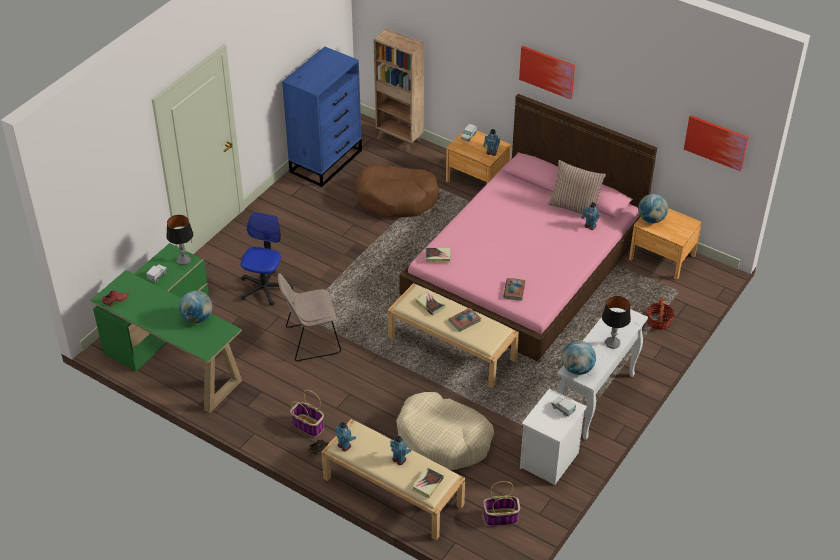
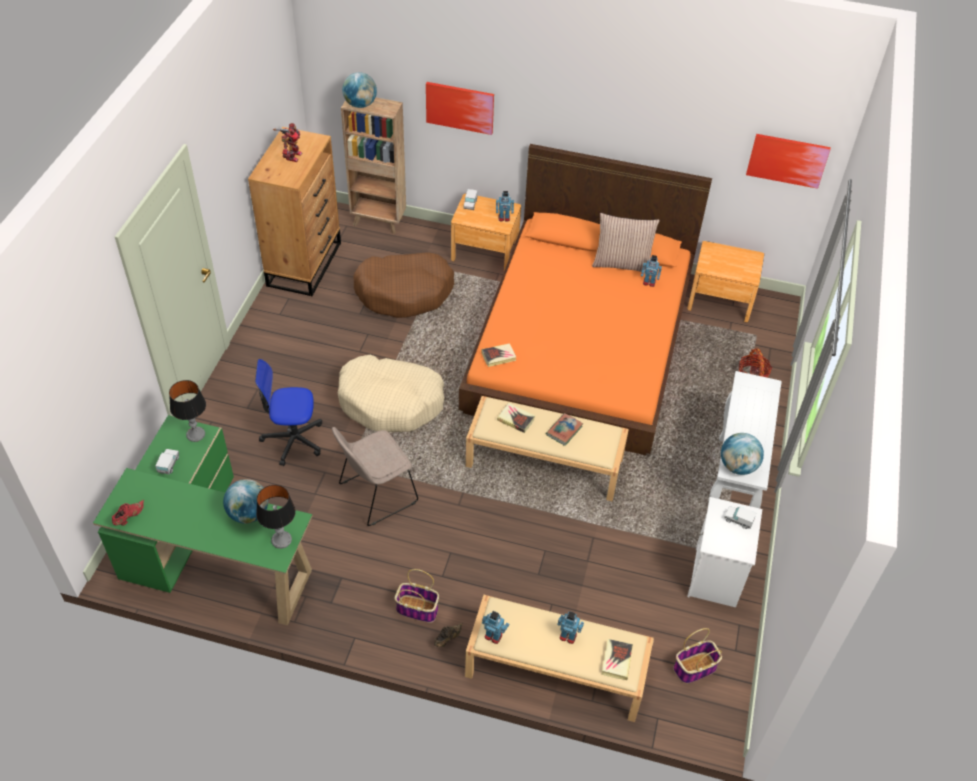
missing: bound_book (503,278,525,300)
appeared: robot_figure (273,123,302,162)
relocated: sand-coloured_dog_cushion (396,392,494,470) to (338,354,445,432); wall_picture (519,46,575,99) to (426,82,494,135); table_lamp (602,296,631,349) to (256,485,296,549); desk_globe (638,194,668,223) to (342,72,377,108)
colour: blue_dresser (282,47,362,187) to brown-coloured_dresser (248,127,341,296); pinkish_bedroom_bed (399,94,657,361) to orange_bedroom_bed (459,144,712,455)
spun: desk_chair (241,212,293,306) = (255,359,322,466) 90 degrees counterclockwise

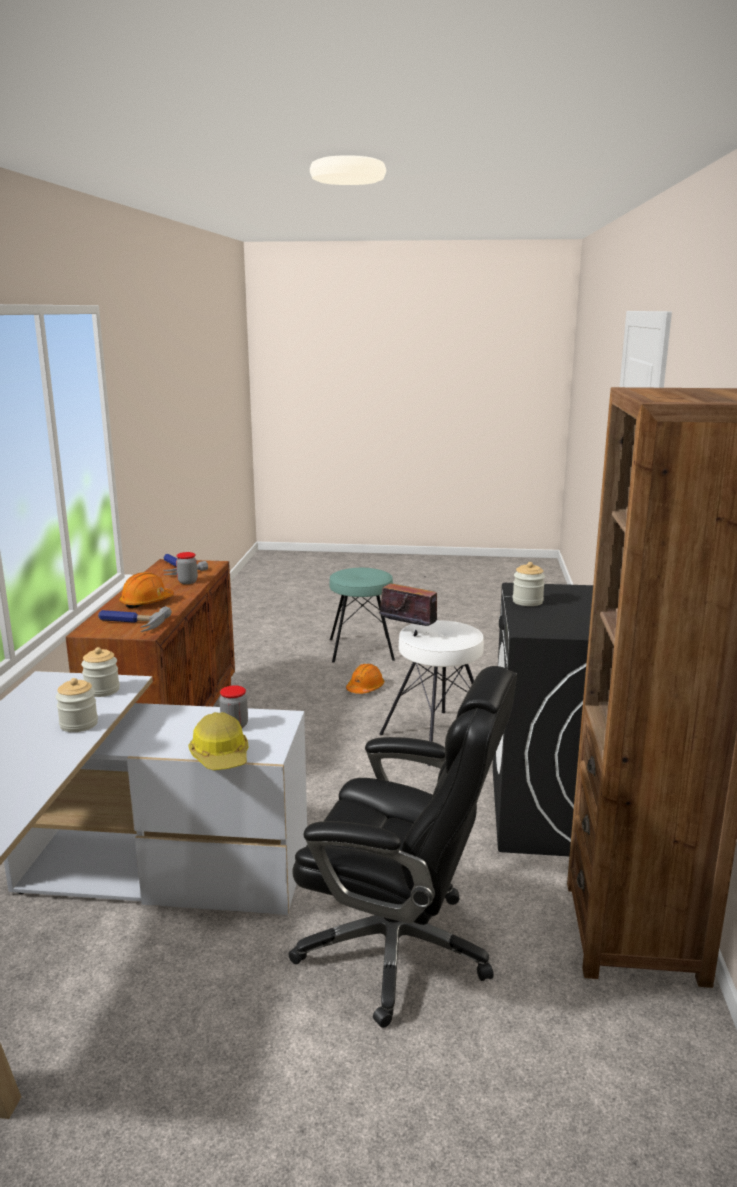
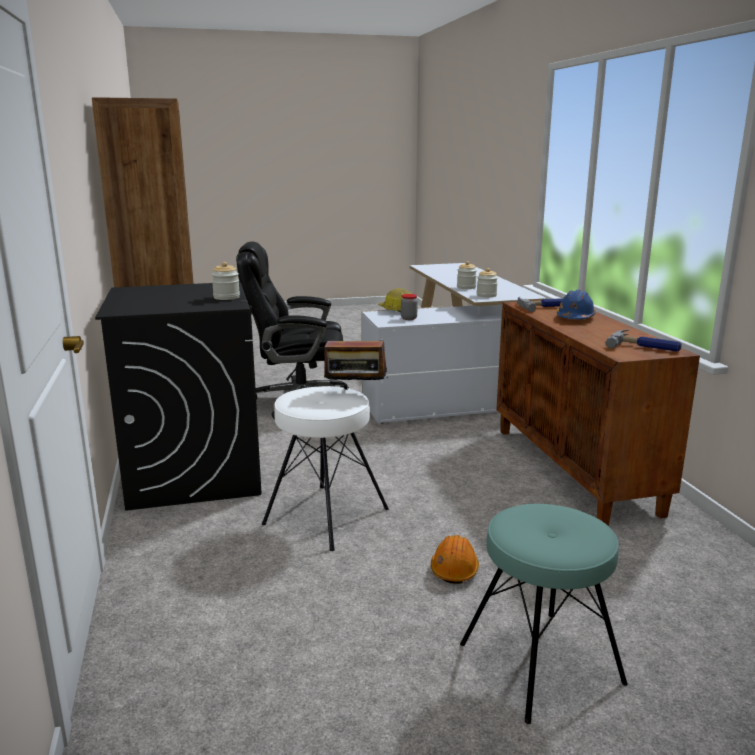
missing: jar (176,552,198,584)
colour: orange_work_helmet (119,572,174,608) to blue_work_helmet (556,290,596,319)

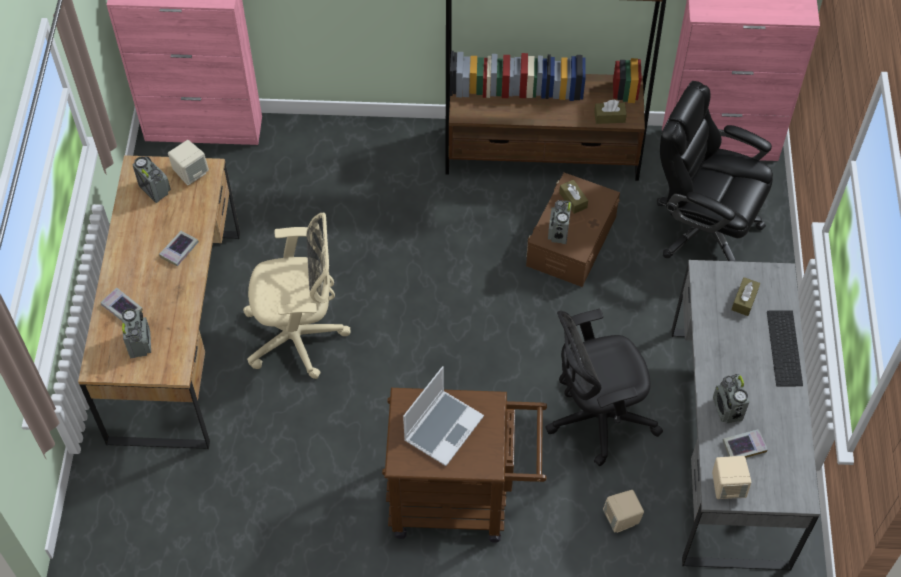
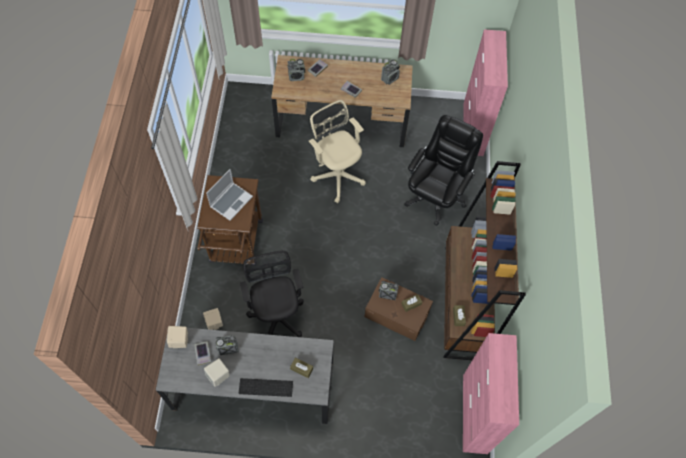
relocated: sand-coloured_speaker (168,140,209,185) to (204,358,230,387); black_desk_chair (657,81,773,261) to (404,115,483,226)
spun: sand-coloured_desk_chair (243,213,350,379) = (309,100,366,203) 150 degrees clockwise; notebook_computer (403,366,484,466) = (206,169,253,221) 90 degrees counterclockwise

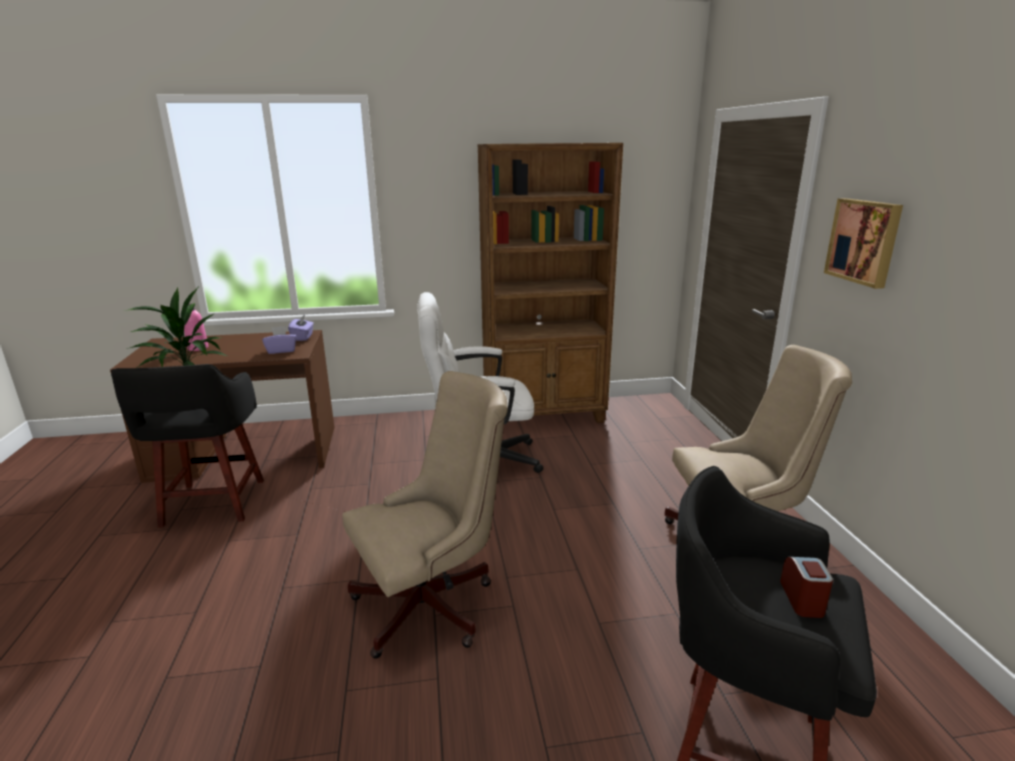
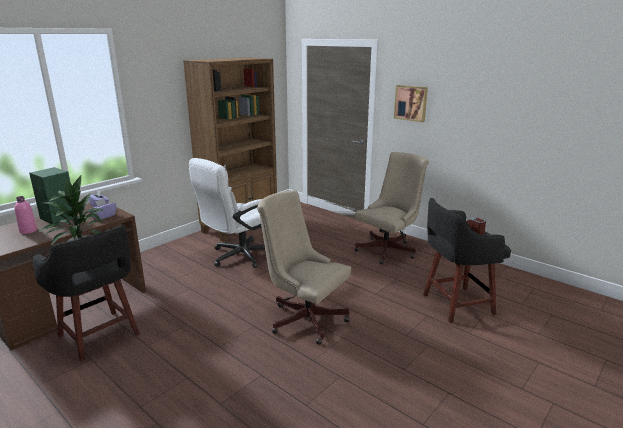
appeared: green-coloured_speaker (29,167,76,224)
spun: sand-coloured_desk_chair (342,371,508,659) = (257,190,351,345) 75 degrees counterclockwise

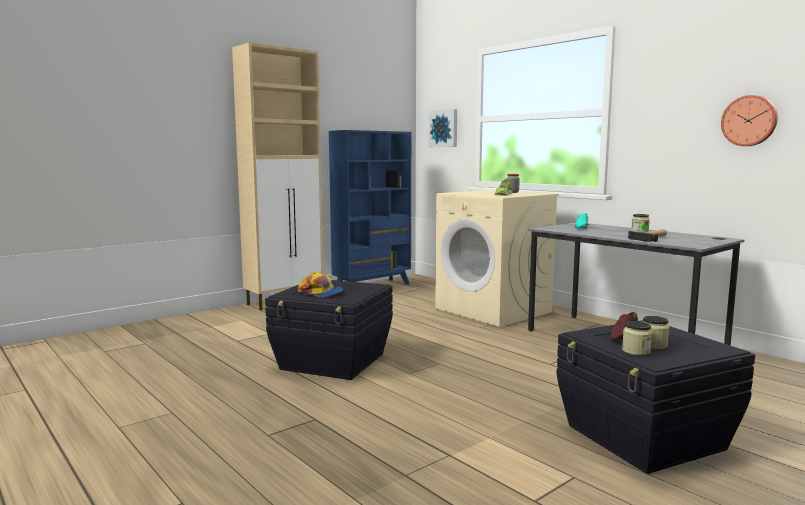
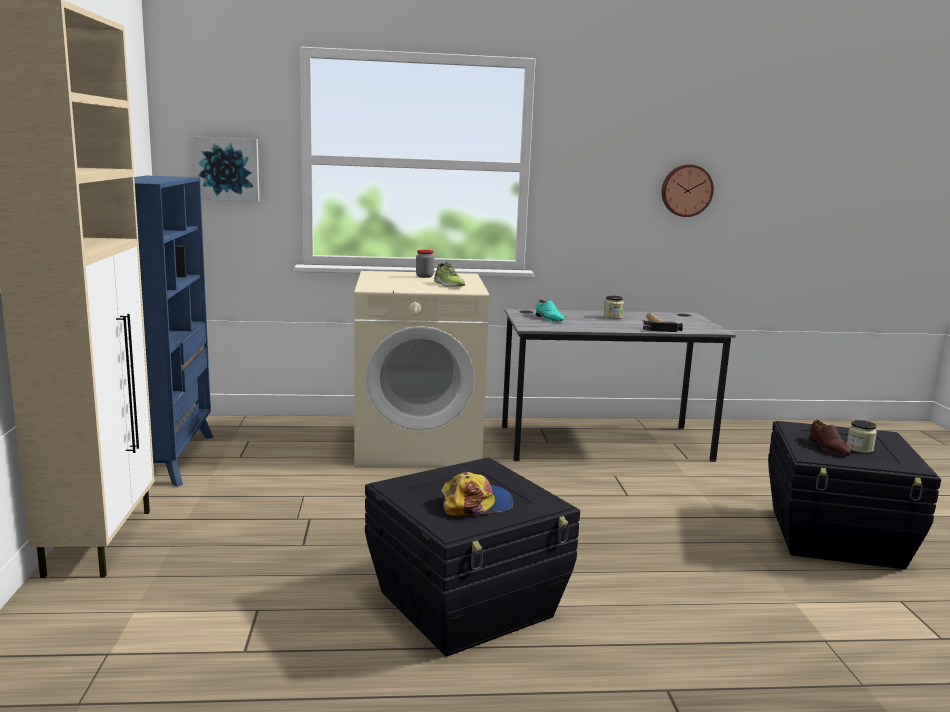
missing: jar (622,321,652,356)

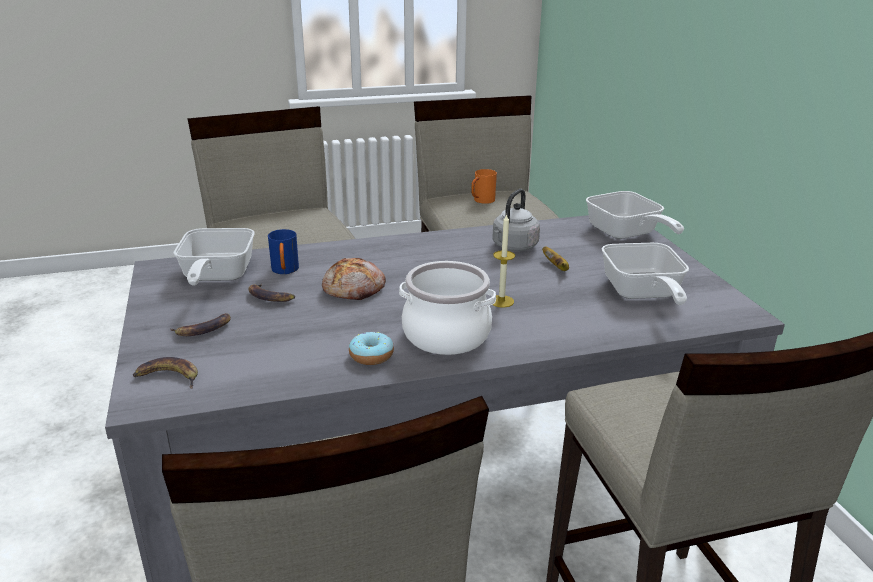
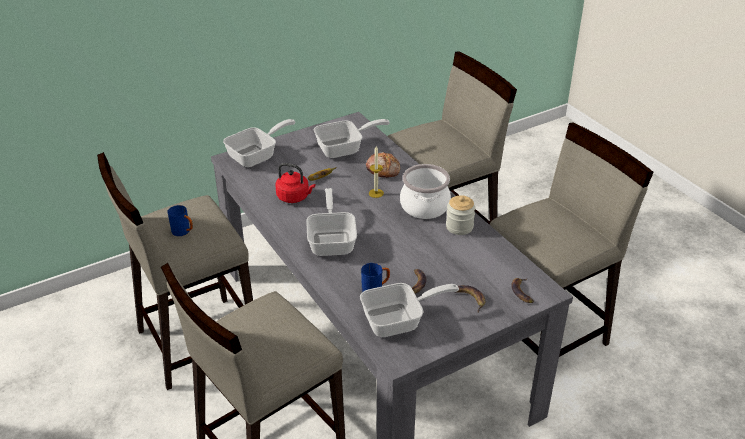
appeared: frying_pan (306,188,357,256)
relocated: bakery_bread (322,258,386,300) to (366,152,400,178)
exchanged: doughnut (349,332,394,365) to jar (446,195,475,235)
colour: orange_tea_mug (471,169,497,204) to blue_tea_mug (167,205,193,236); greyish_kettle (492,189,540,251) to red_kettle (275,163,315,203)

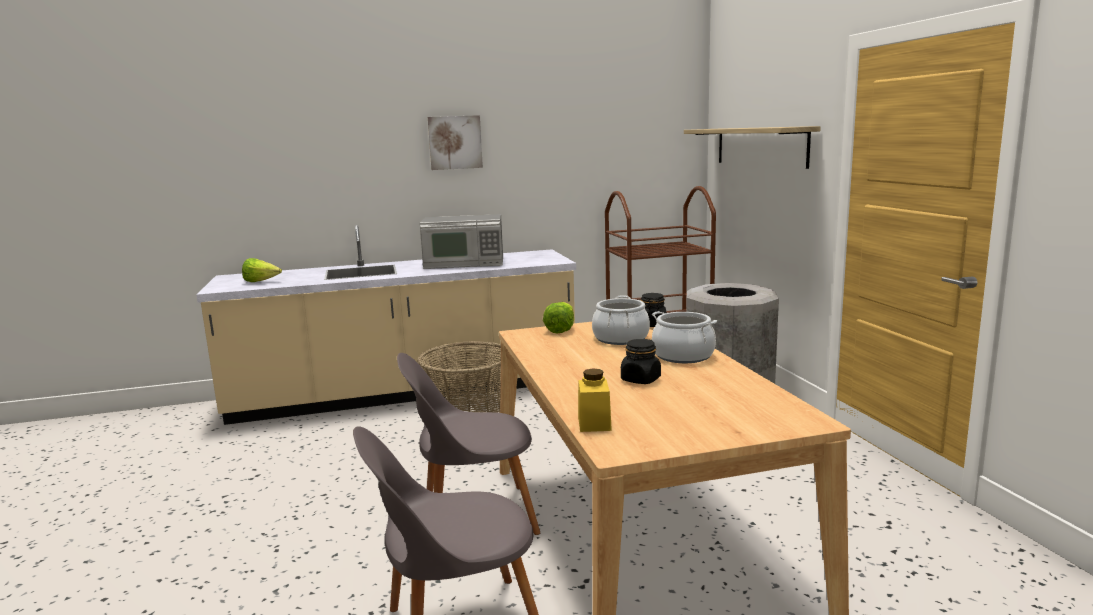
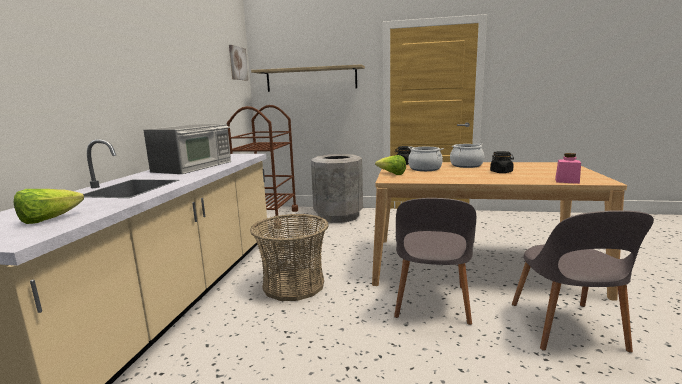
relocated: wall_picture (428,115,483,170) to (229,45,248,80)
colour: yellowish_jar (578,368,612,432) to pinkish_jar (555,153,581,184)

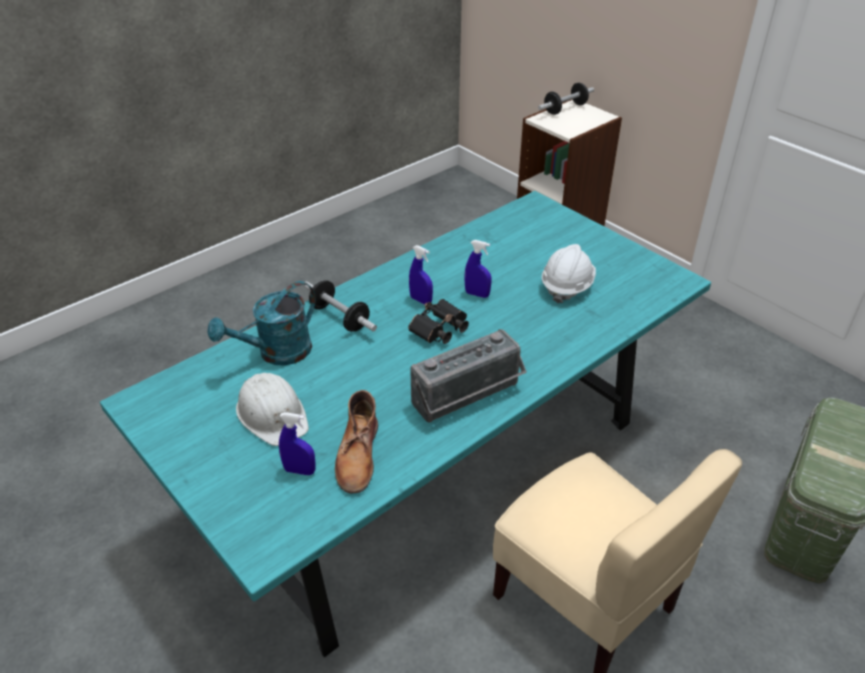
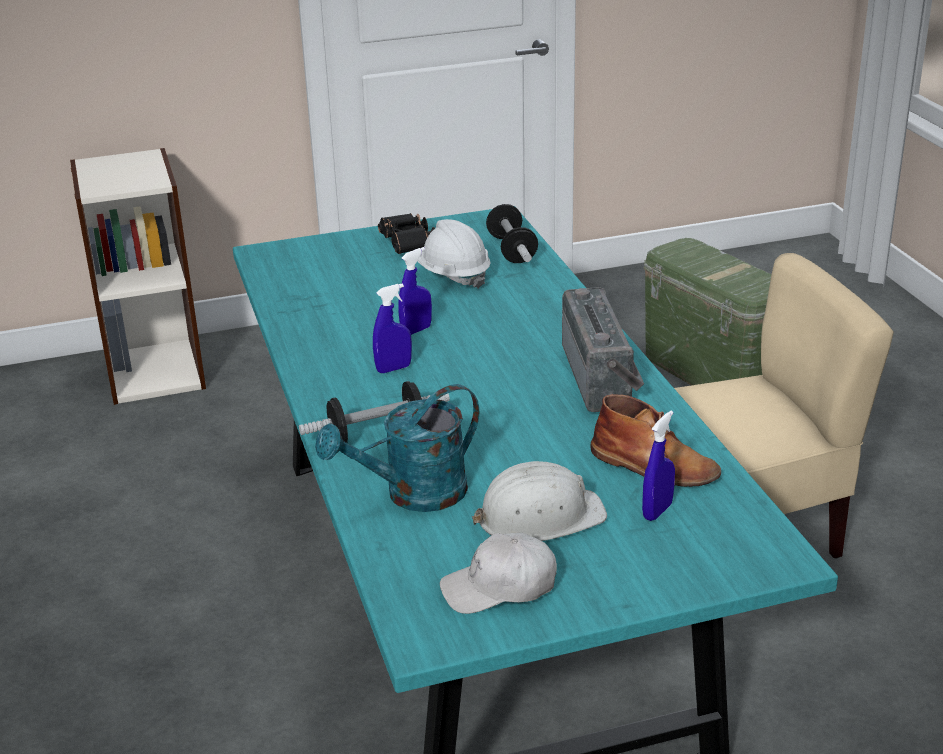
appeared: white_peaked_cap (440,533,557,614)
relocated: black_binoculars (408,299,469,344) to (378,213,435,254); free_weight (538,83,594,115) to (486,204,538,263)
spun: blue-green_watering_can (208,281,316,366) = (315,384,479,512) 75 degrees clockwise

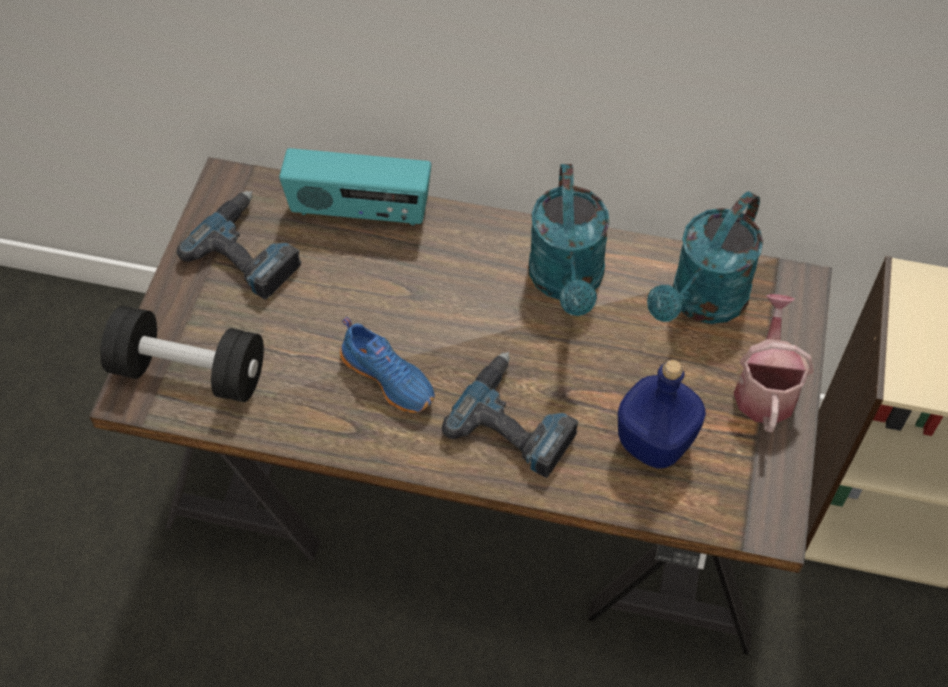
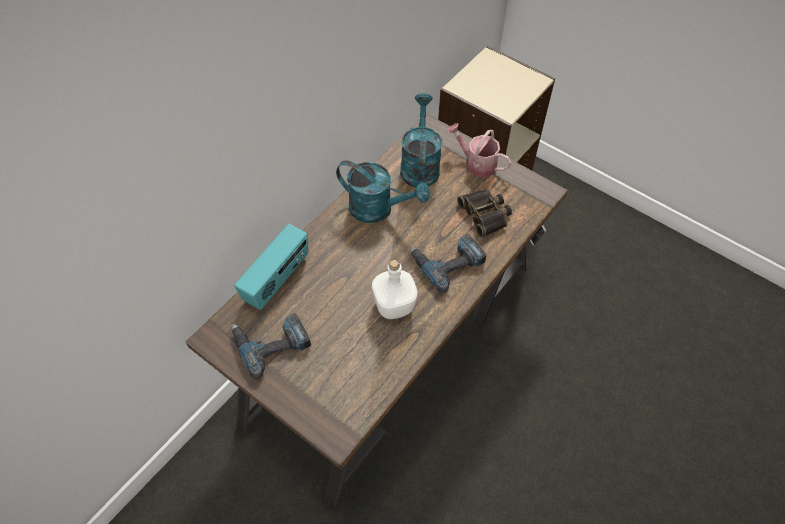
missing: black_free_weight (100,306,264,402)
exchanged: blue_shoe (340,317,435,413) to white_drink_bottle (372,260,417,319); blue_drink_bottle (618,360,706,469) to binoculars (457,190,512,238)
spun: blue-green_watering_can (647,191,763,324) = (400,93,442,188) 150 degrees counterclockwise

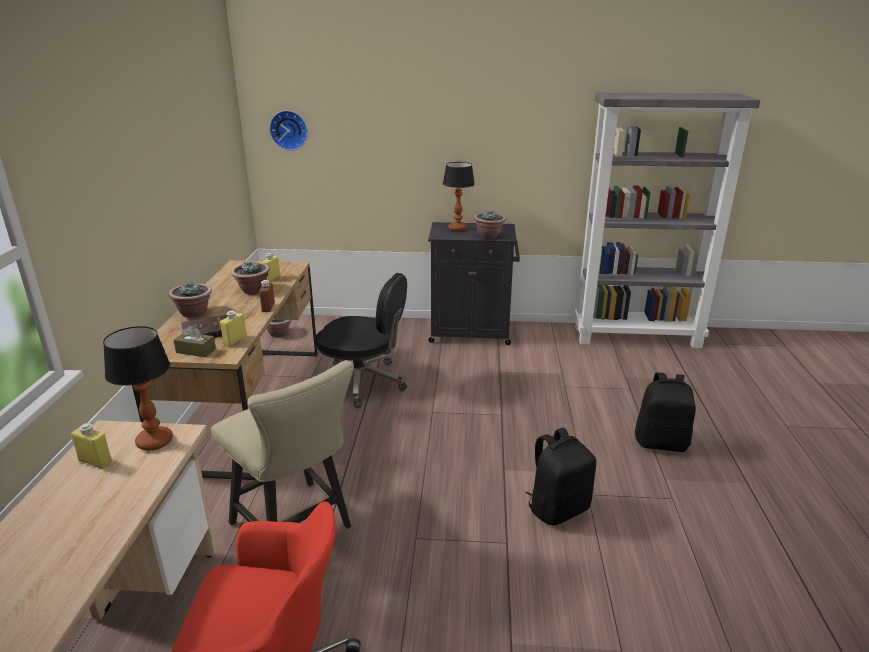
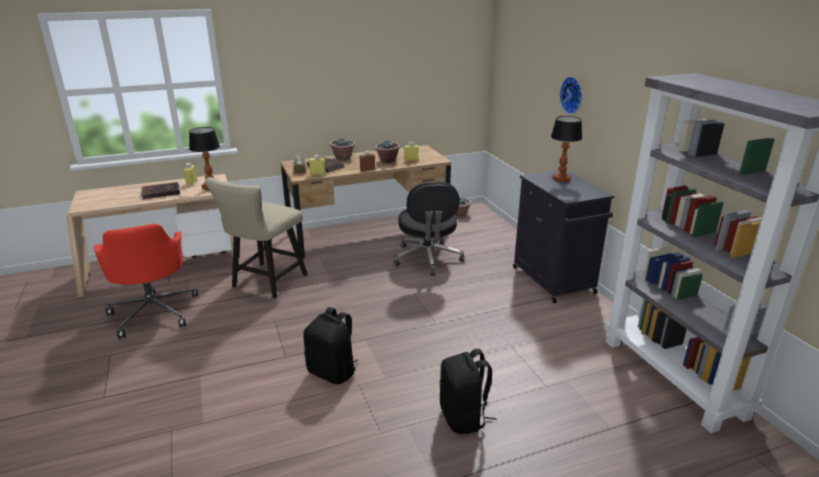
missing: houseplant (474,210,506,239)
appeared: brown-coloured_bound_book (141,182,180,199)
relocated: hanging_clock (269,110,308,151) to (559,77,582,114)

